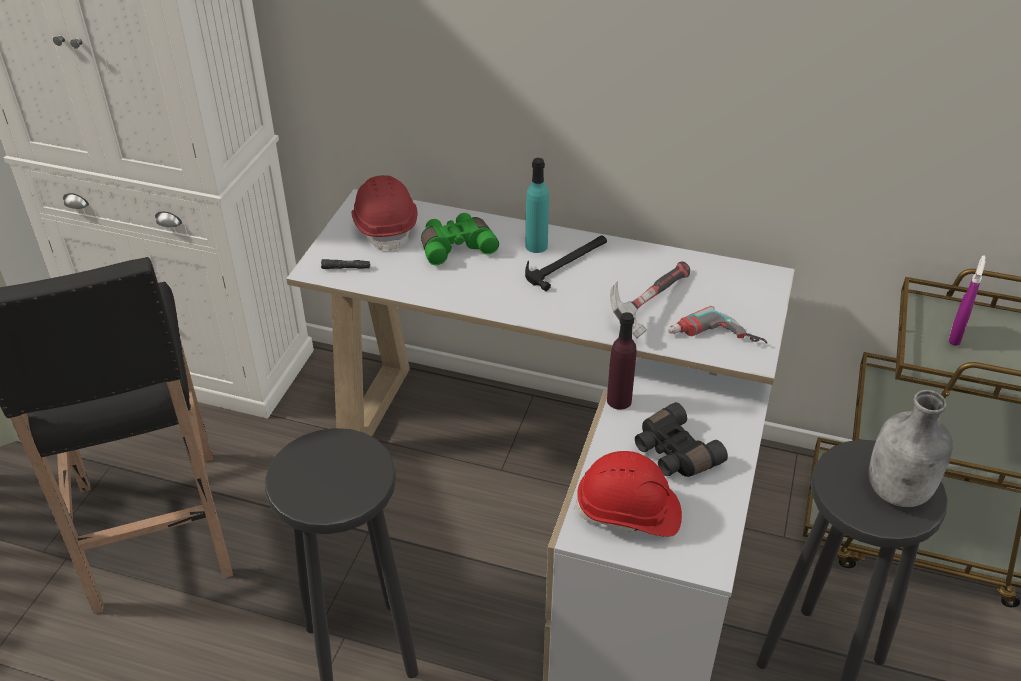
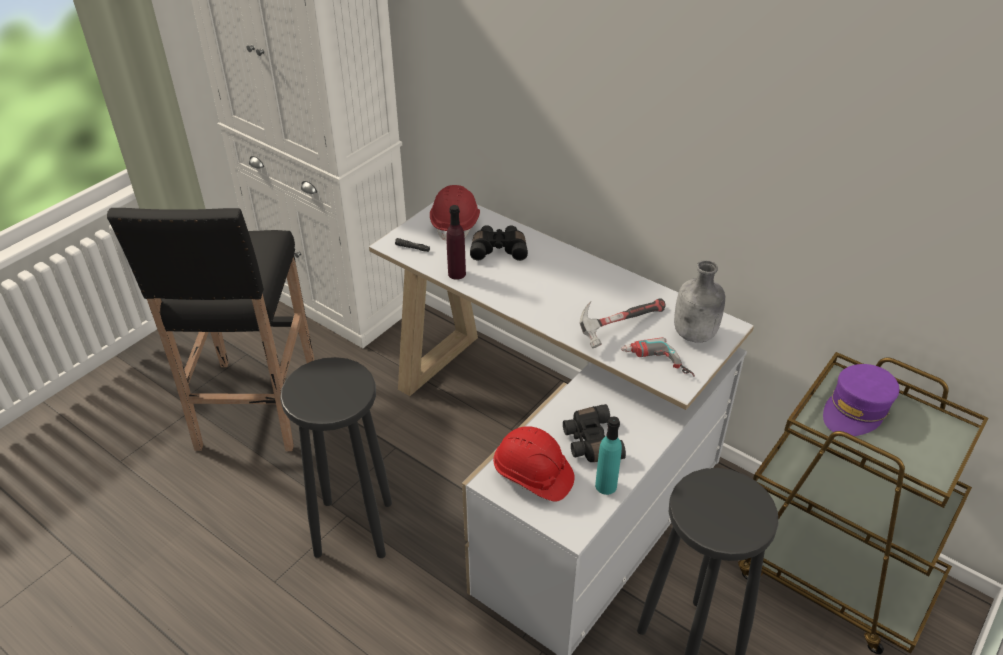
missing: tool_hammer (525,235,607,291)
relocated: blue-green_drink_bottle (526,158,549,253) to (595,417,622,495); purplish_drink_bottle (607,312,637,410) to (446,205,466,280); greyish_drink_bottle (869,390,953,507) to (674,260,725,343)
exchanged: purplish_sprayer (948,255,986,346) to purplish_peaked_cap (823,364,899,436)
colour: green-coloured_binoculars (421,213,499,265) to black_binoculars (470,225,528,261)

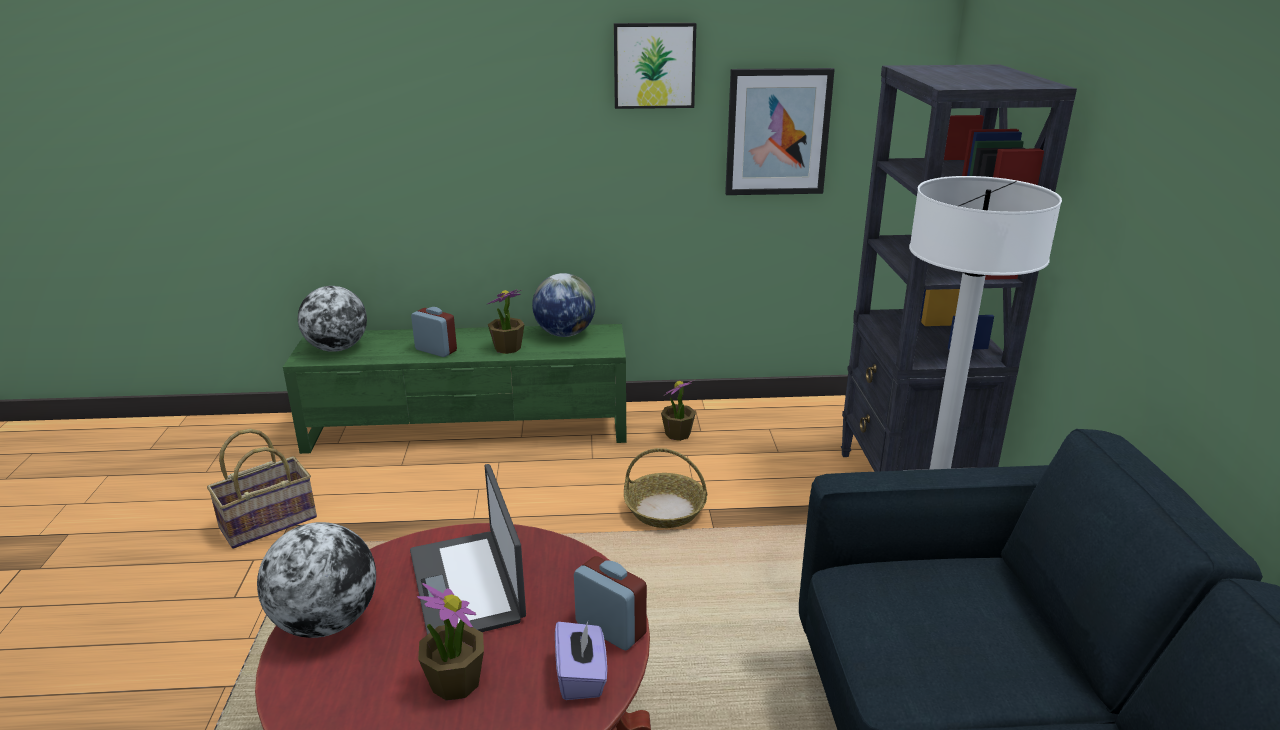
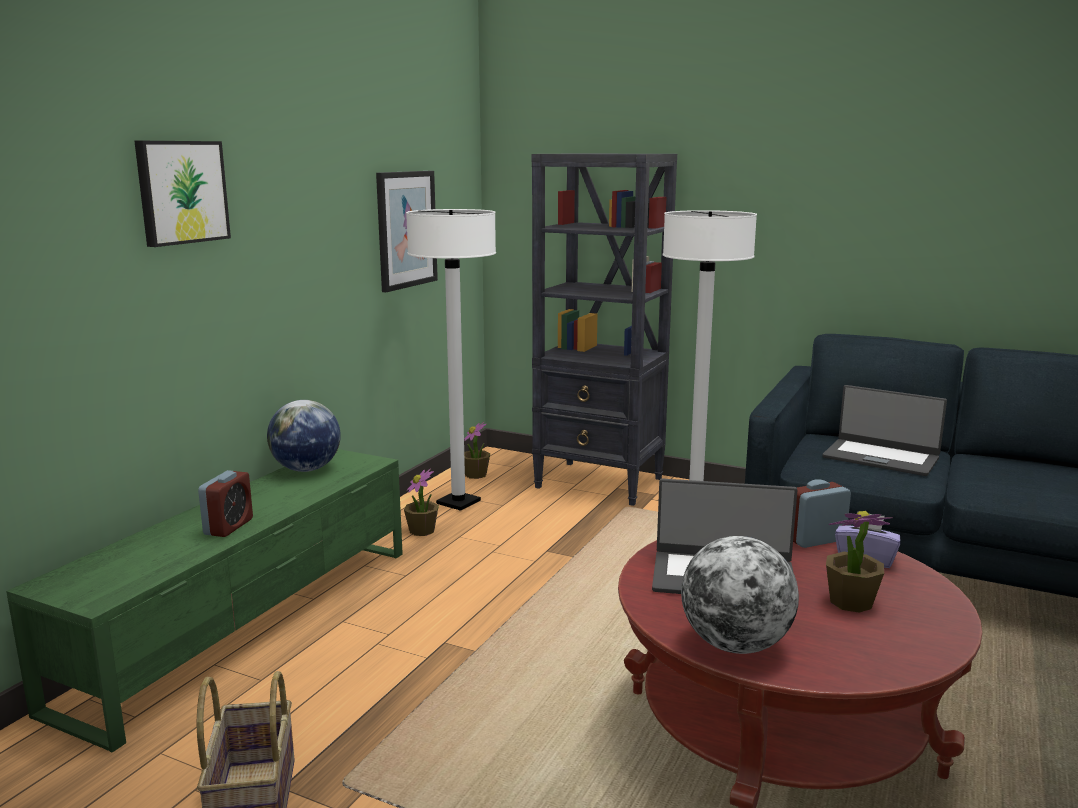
missing: desk_globe (298,286,367,352); basket (624,448,708,528)
appeared: white_floor_lamp (406,209,496,511); notebook_computer (822,385,947,476)
relocated: houseplant (488,290,525,354) to (464,422,490,479); wall_picture (614,23,696,109) to (134,141,231,247)
spun: alarm_clock (411,307,457,357) = (198,470,253,537) 135 degrees clockwise

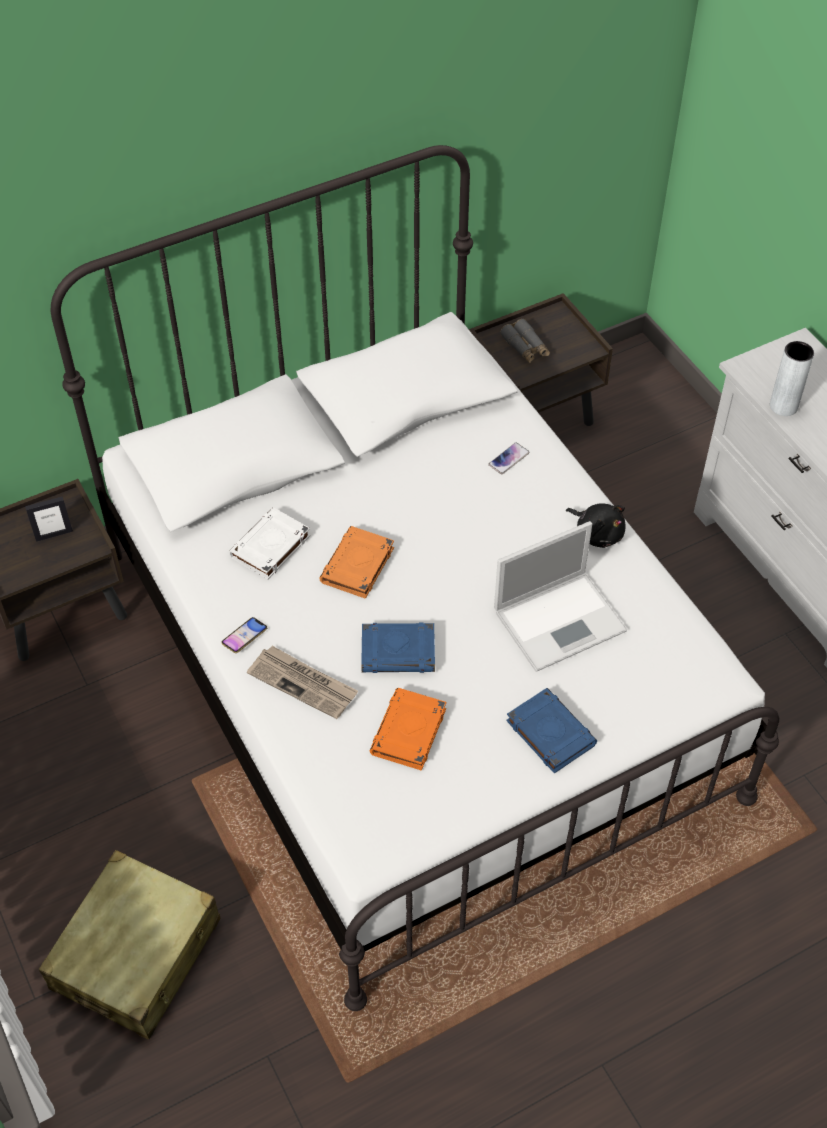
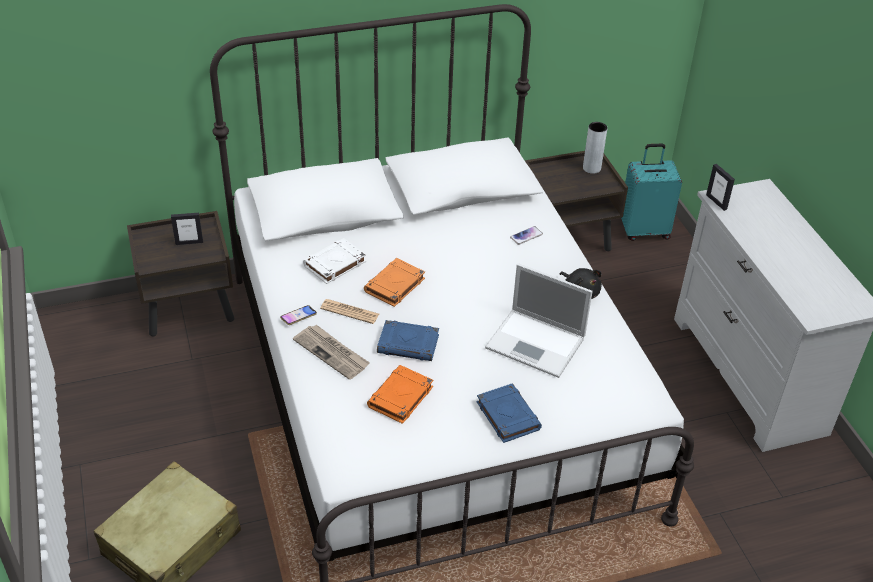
missing: greyish_binoculars (500,319,550,363)
appeared: printed_paper (320,299,379,324); blue-green_piece_of_luggage (621,144,682,241); standing_frame (706,164,735,211)
relocated: greyish_vase (770,341,814,416) to (583,122,607,174)
spun: notebook_computer (494,521,627,672) = (485,263,593,378) 45 degrees clockwise

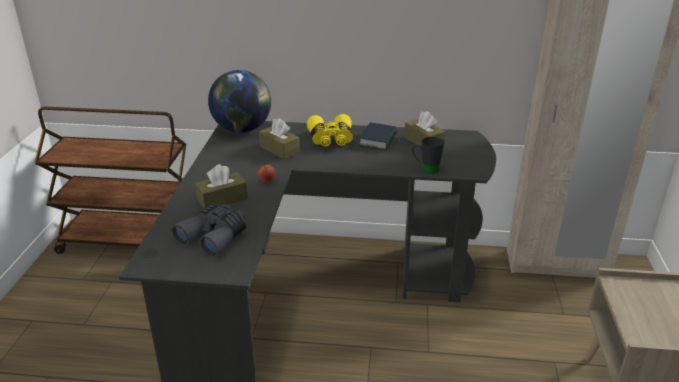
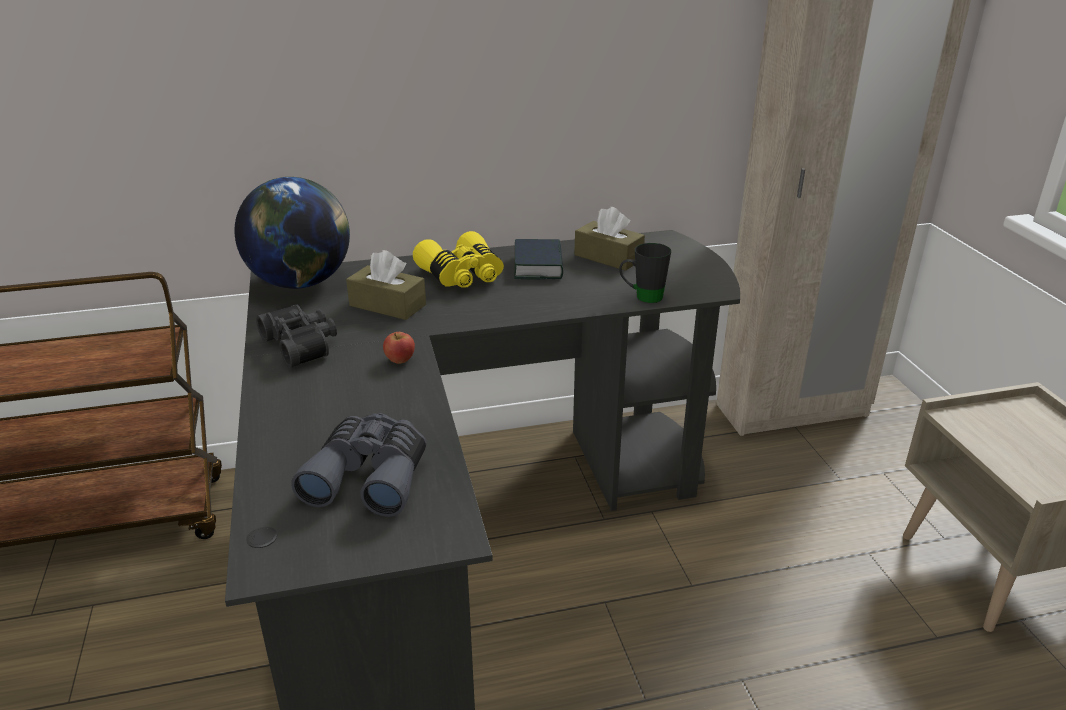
missing: brown-coloured_tissue_holder (195,164,248,209)
appeared: black_binoculars (256,305,337,368)

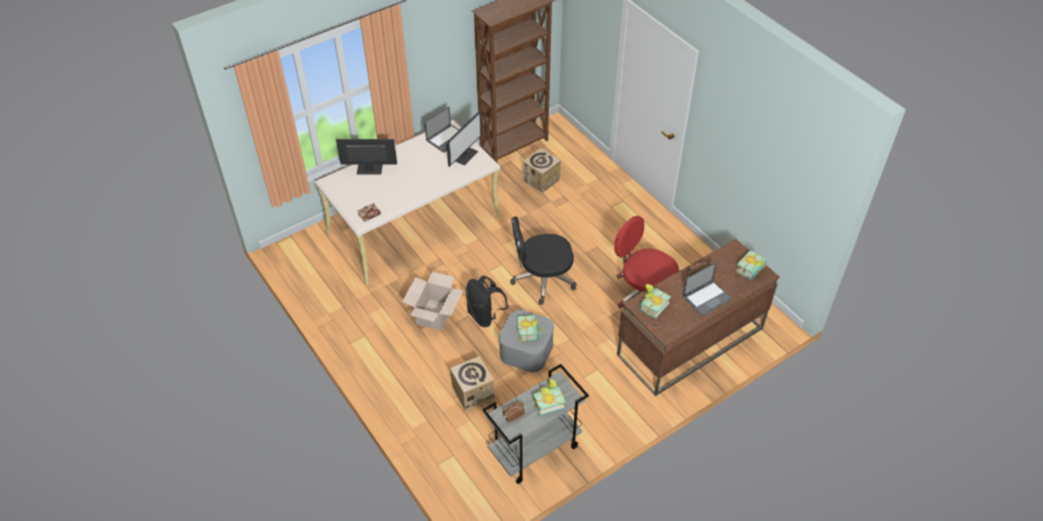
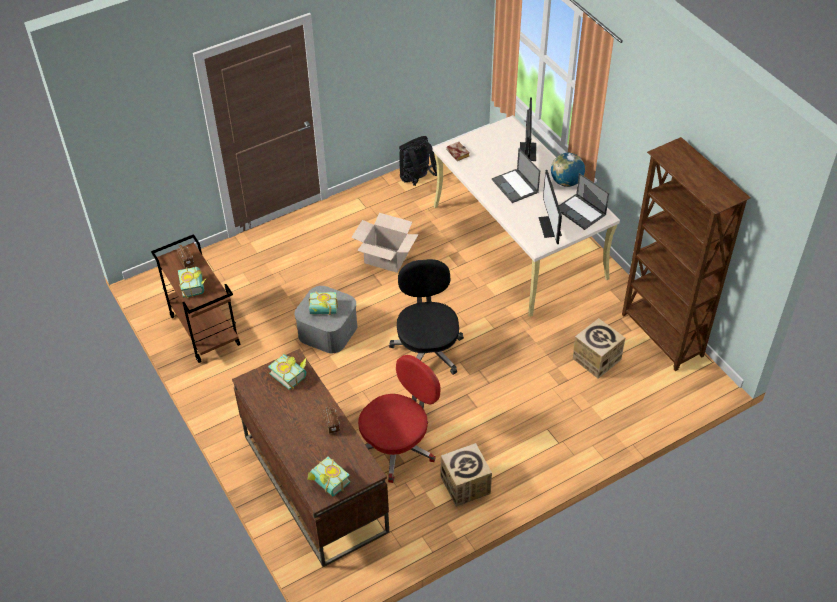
appeared: desk_globe (551,153,585,187)
relocated: packing_box (450,356,495,411) to (441,443,492,507); black_knapsack (466,276,508,327) to (399,136,437,186); notebook_computer (683,262,732,316) to (492,148,540,203)
colour: greyish_wheeled_cart (482,364,589,484) to brown-coloured_wheeled_cart (151,234,240,363)
spun: computer_display (446,111,482,167) = (538,170,562,244) 45 degrees clockwise

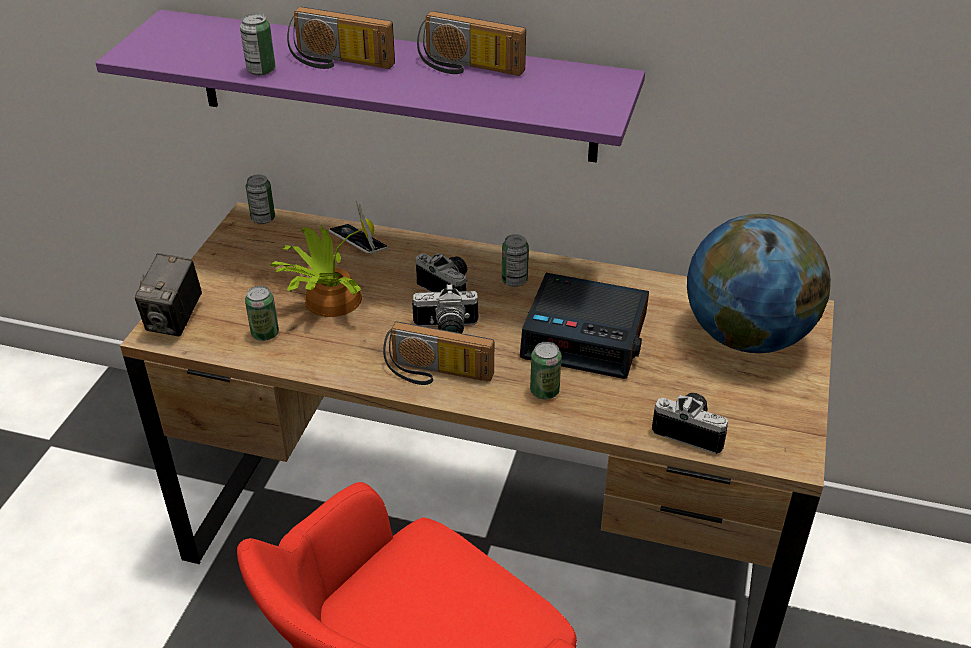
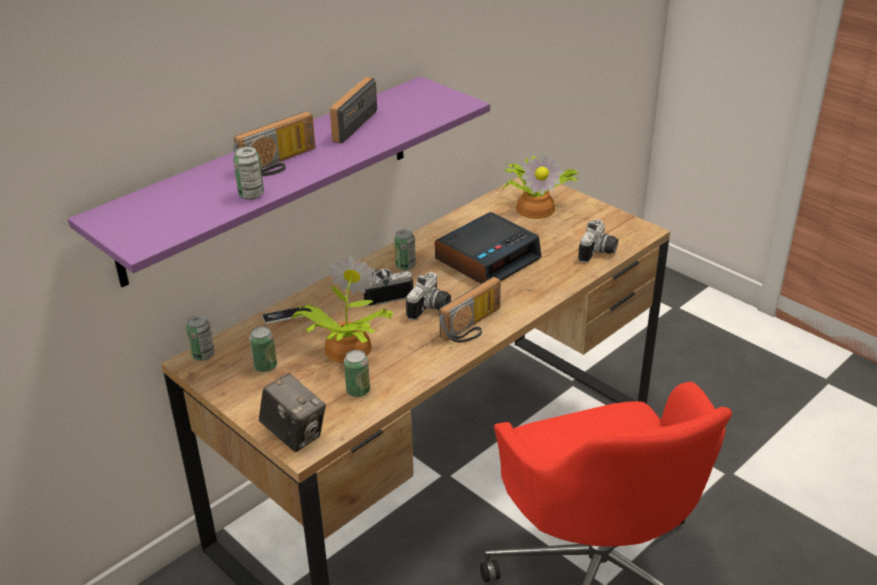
relocated: metal_can (530,342,562,399) to (249,326,277,372)
exchanged: desk_globe (687,213,831,353) to houseplant (501,153,579,219)
spun: radio (417,11,526,76) = (330,77,377,143) 150 degrees clockwise; photo_camera (652,393,728,454) = (578,219,618,263) 150 degrees clockwise

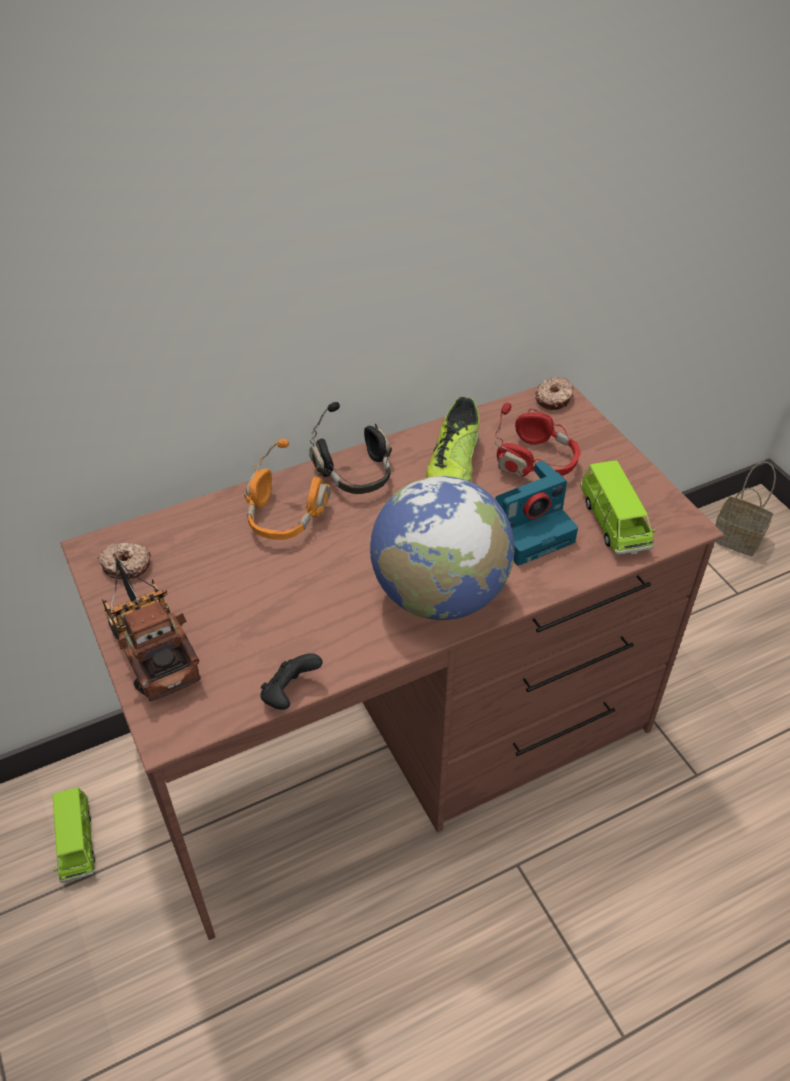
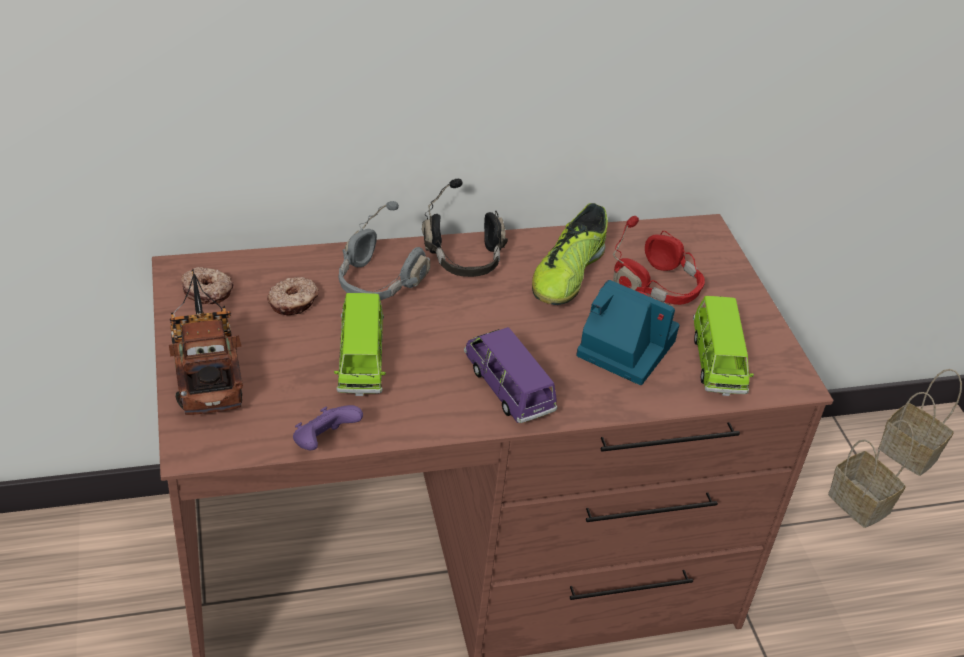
appeared: basket (828,420,914,528)
relocated: green-coloured_model_car (53,788,95,883) to (334,293,386,396); doughnut (535,377,574,410) to (267,277,319,315)
exchanged: desk_globe (370,476,514,620) to purplish_model_car (464,327,557,423)
colour: orange_headset (244,439,331,540) to greyish_headset (338,201,430,300); black_gamepad (260,653,322,710) to purplish_gamepad (293,405,363,450)
spun: photo_camera (495,461,578,566) = (576,280,680,385) 135 degrees counterclockwise

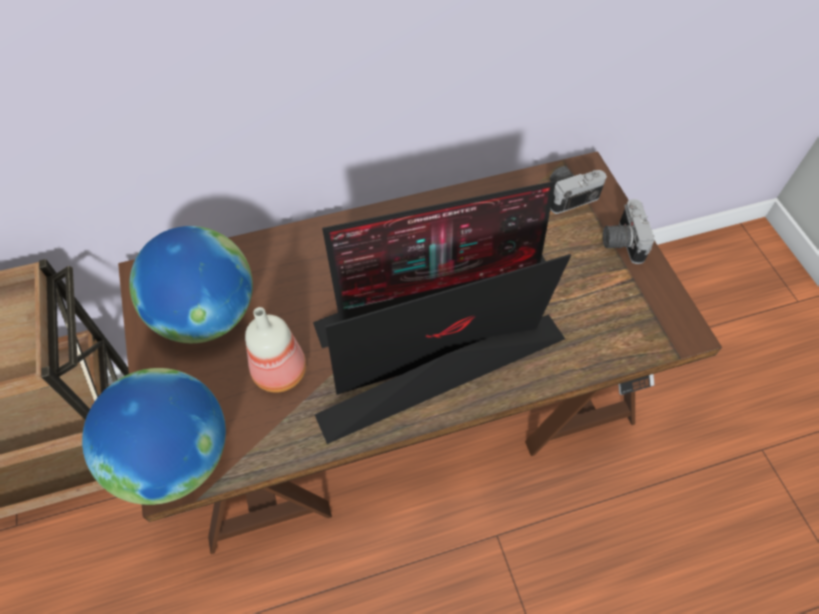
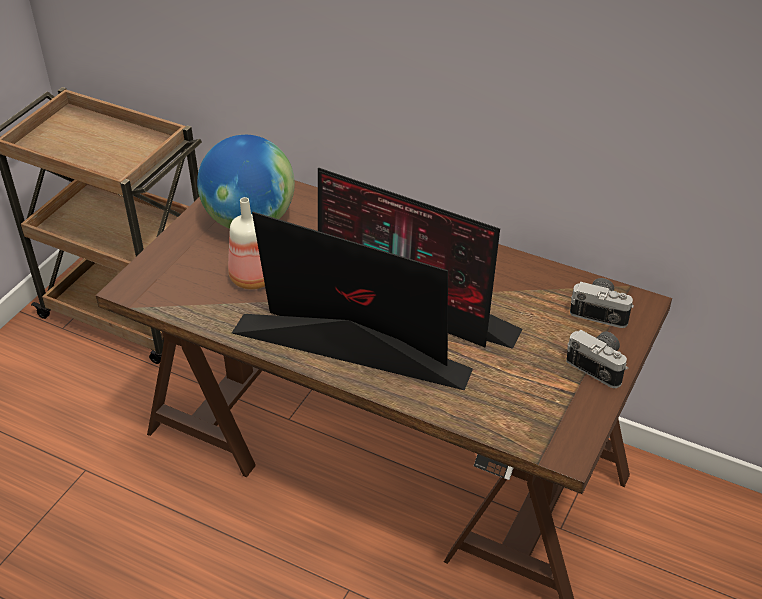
missing: desk_globe (82,368,226,505)
spun: photo_camera (603,199,655,264) = (566,330,628,388) 90 degrees clockwise

